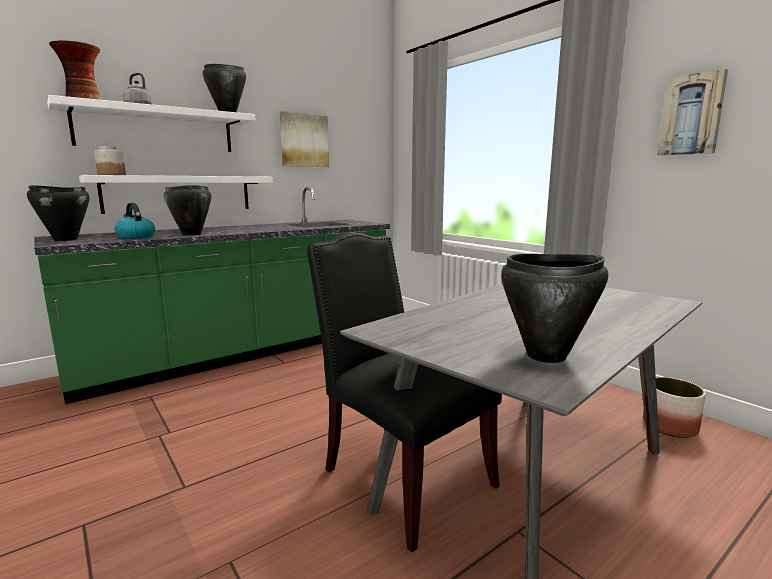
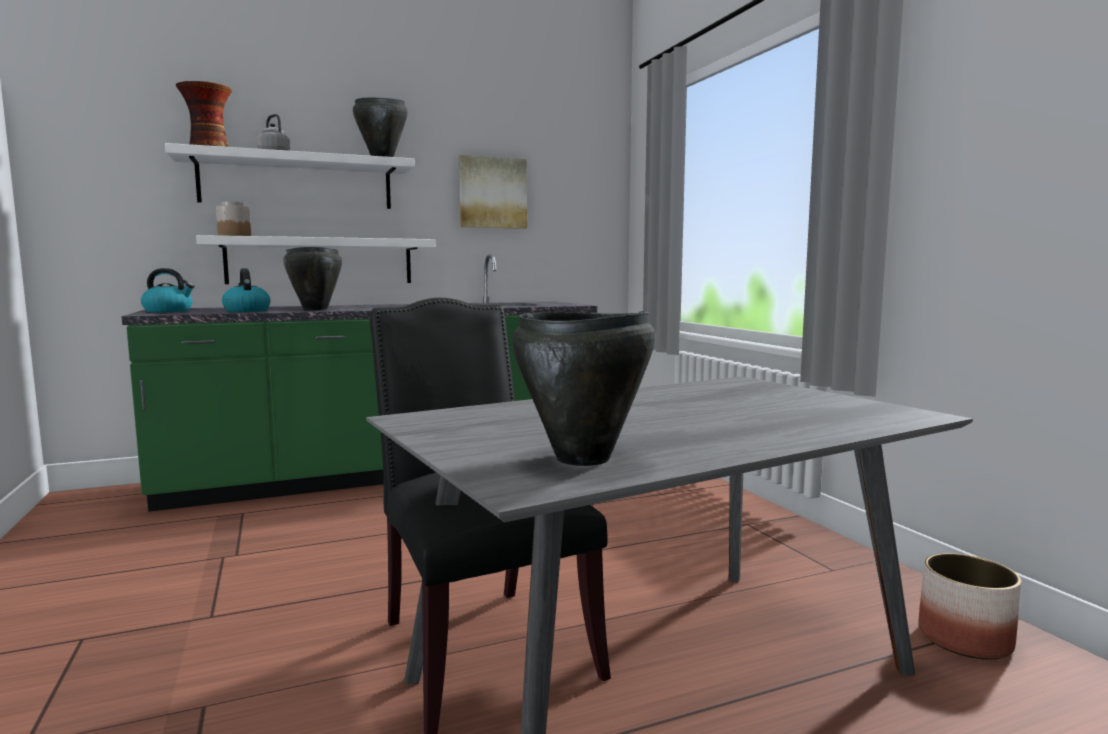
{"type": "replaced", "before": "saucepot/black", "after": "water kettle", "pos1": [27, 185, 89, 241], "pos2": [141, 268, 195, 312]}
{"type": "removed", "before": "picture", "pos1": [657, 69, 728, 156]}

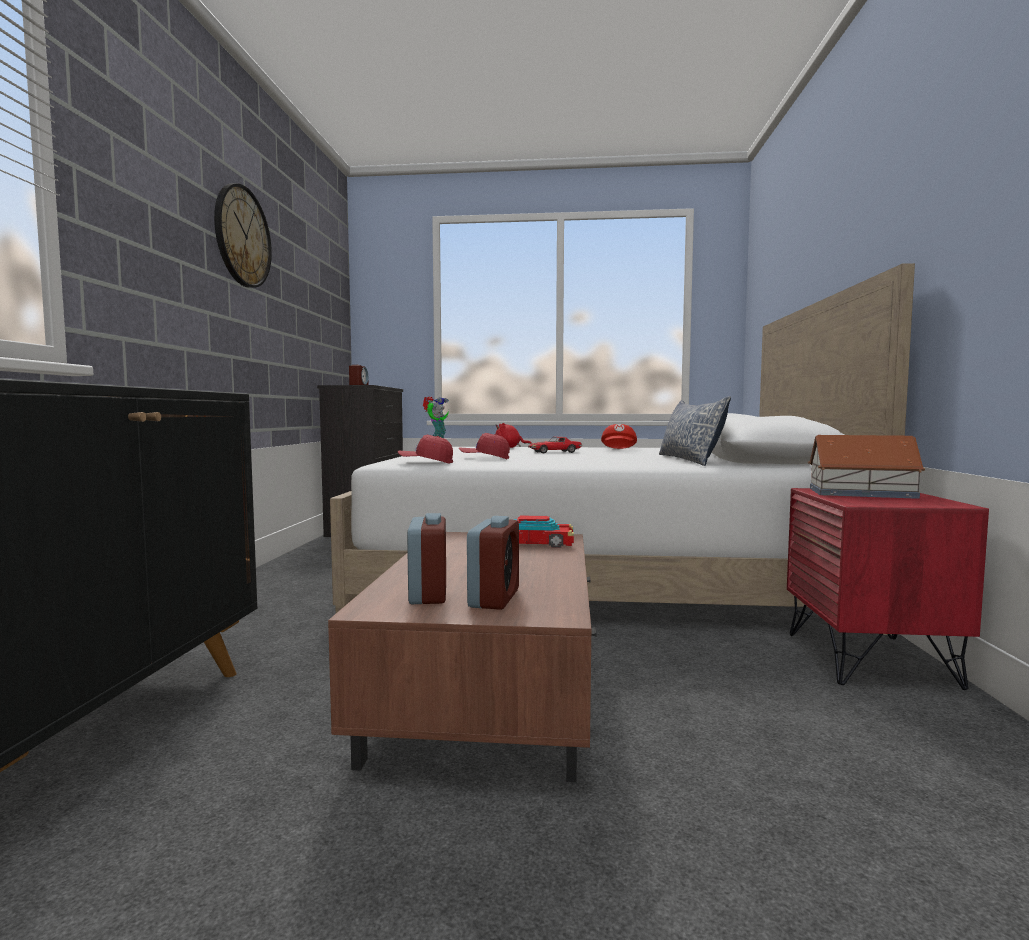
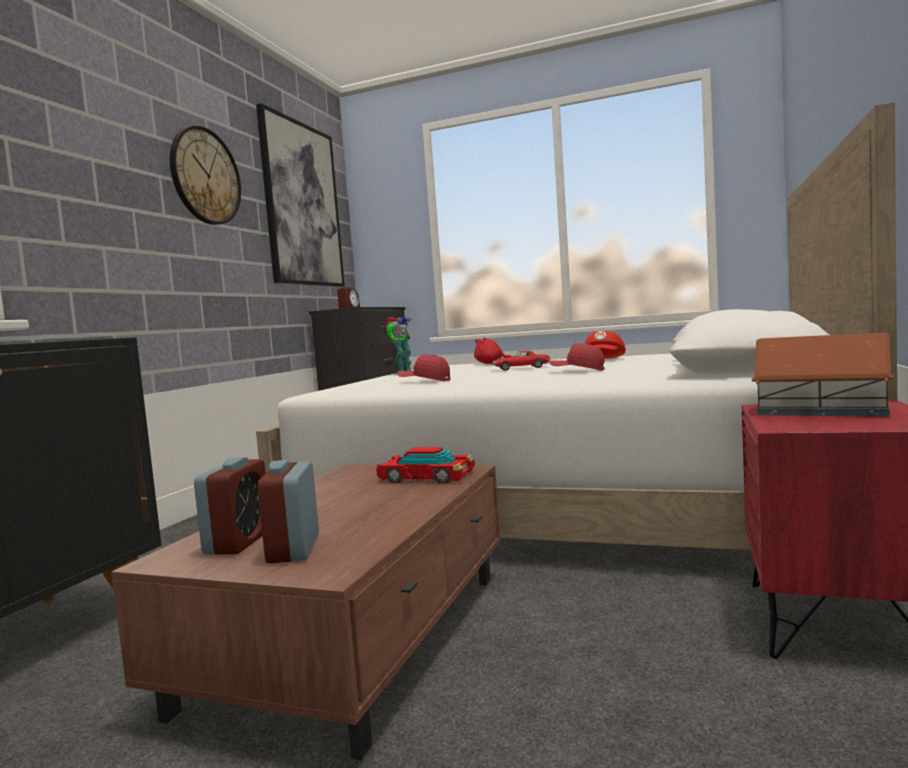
{"type": "moved", "before": "cap/reddish", "pos1": [398, 435, 453, 464], "pos2": [548, 343, 605, 371]}
{"type": "turned", "before": "bedside clock", "pos1": [467, 516, 519, 610], "pos2": [257, 460, 319, 564], "turn": 150}
{"type": "removed", "before": "pillow", "pos1": [659, 396, 731, 466]}
{"type": "added", "after": "picture", "pos2": [256, 103, 345, 287]}

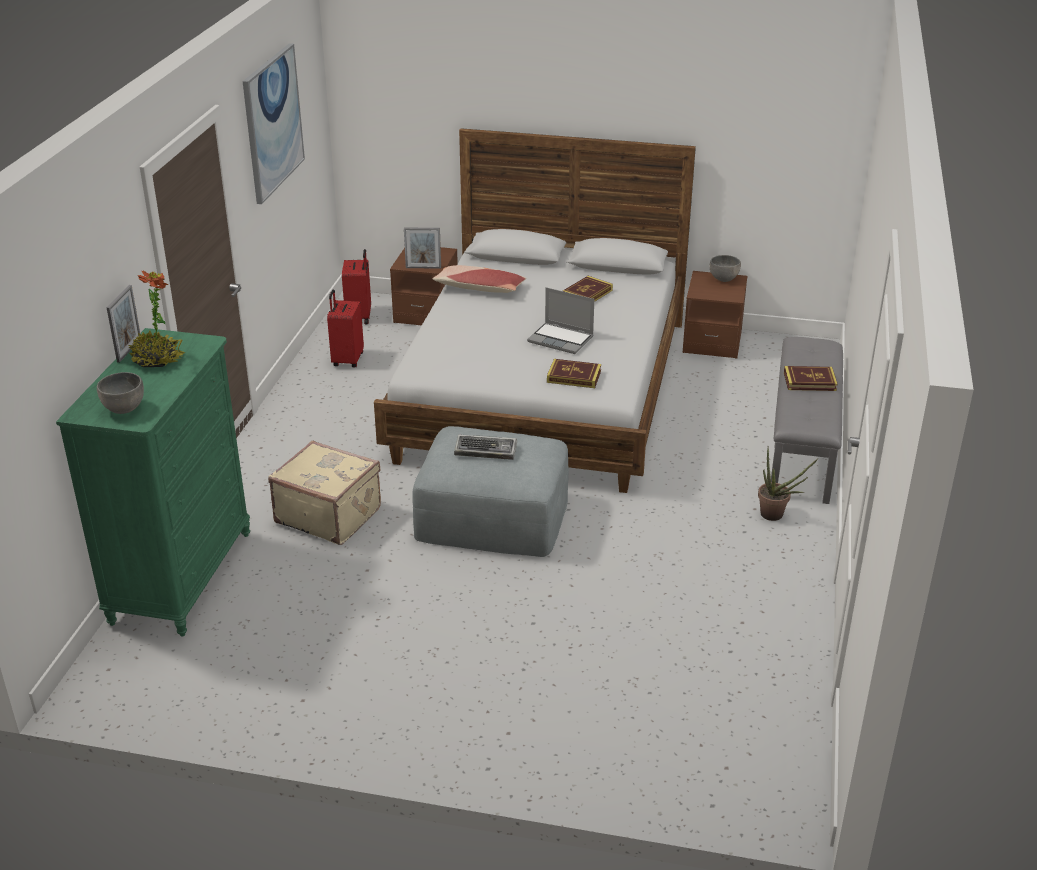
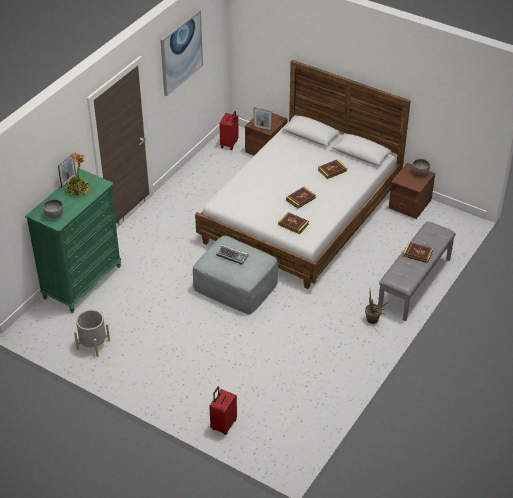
{"type": "removed", "before": "piece of luggage/beige", "pos1": [268, 441, 381, 545]}
{"type": "moved", "before": "piece of luggage/reddish", "pos1": [327, 289, 364, 367], "pos2": [209, 387, 237, 435]}
{"type": "removed", "before": "pillow", "pos1": [433, 265, 526, 293]}
{"type": "replaced", "before": "portable computer", "after": "bound book", "pos1": [527, 287, 594, 354], "pos2": [286, 187, 316, 208]}
{"type": "added", "after": "planter/gray", "pos2": [74, 310, 110, 357]}

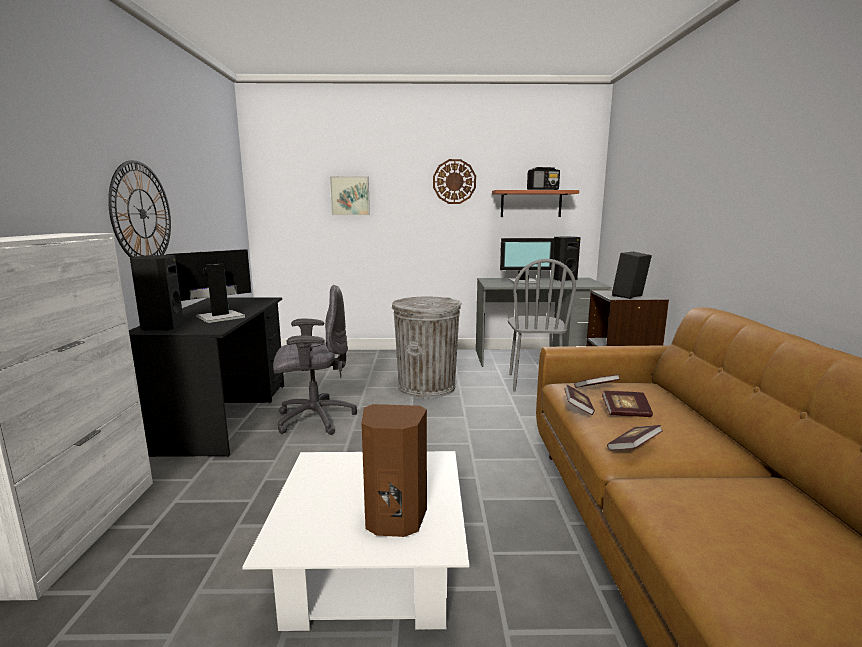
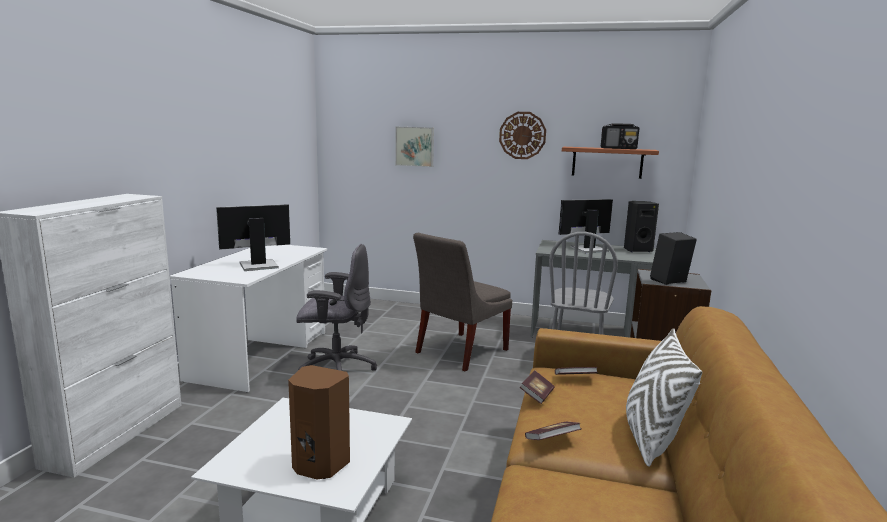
{"type": "removed", "before": "hanging clock", "pos1": [108, 160, 171, 258]}
{"type": "recoloured", "before": "desk unit/black", "after": "desk unit/whitish", "pos1": [129, 297, 284, 457], "pos2": [170, 245, 327, 393]}
{"type": "removed", "before": "audio speaker/black", "pos1": [130, 255, 184, 331]}
{"type": "replaced", "before": "rubbish bin/gray", "after": "plain chair/gray", "pos1": [392, 297, 462, 398], "pos2": [413, 233, 512, 371]}
{"type": "turned", "before": "computer screen", "pos1": [500, 238, 555, 284], "pos2": [559, 199, 613, 253], "turn": 150}
{"type": "removed", "before": "bound book", "pos1": [602, 391, 653, 417]}
{"type": "added", "after": "pillow/whitish", "pos2": [626, 328, 702, 467]}

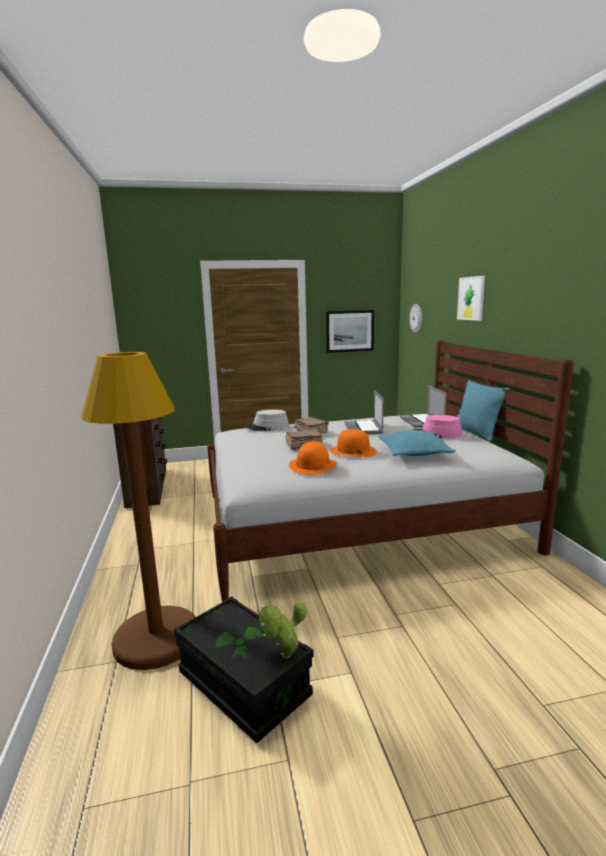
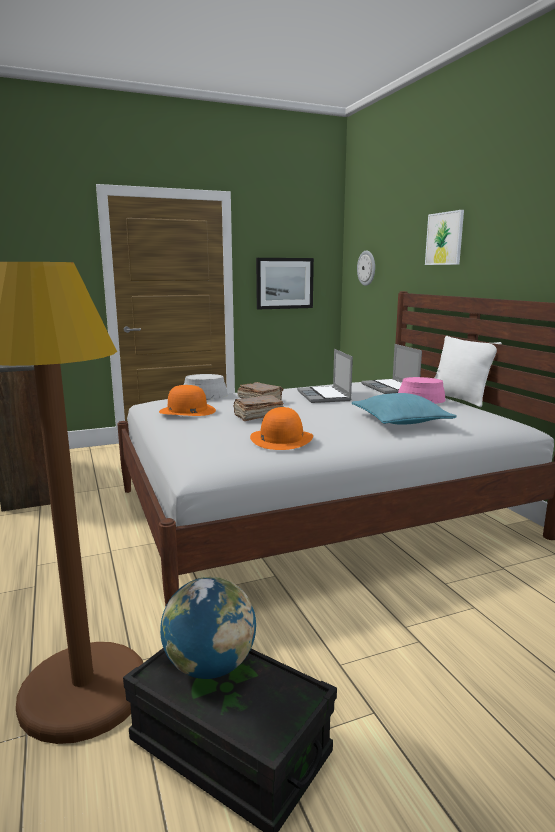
{"type": "removed", "before": "potted plant", "pos1": [259, 602, 307, 659]}
{"type": "moved", "before": "wearable hat/orangey", "pos1": [330, 429, 377, 457], "pos2": [159, 385, 216, 416]}
{"type": "recoloured", "before": "pillow/turquoise", "after": "pillow/whitish", "pos1": [457, 380, 510, 441], "pos2": [435, 336, 502, 407]}
{"type": "added", "after": "world globe", "pos2": [160, 577, 256, 679]}

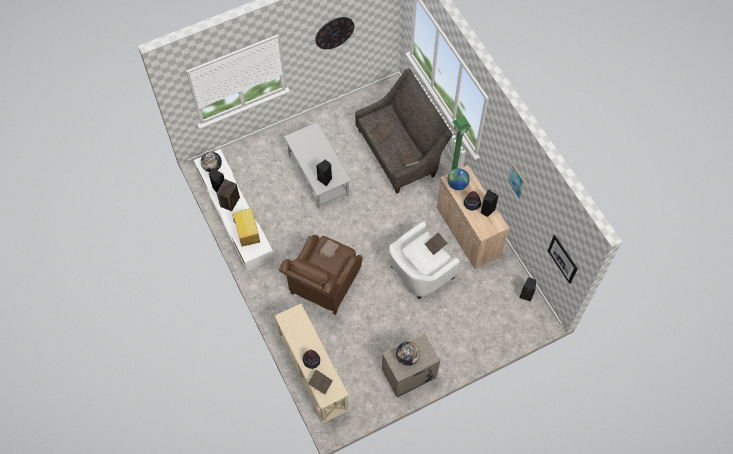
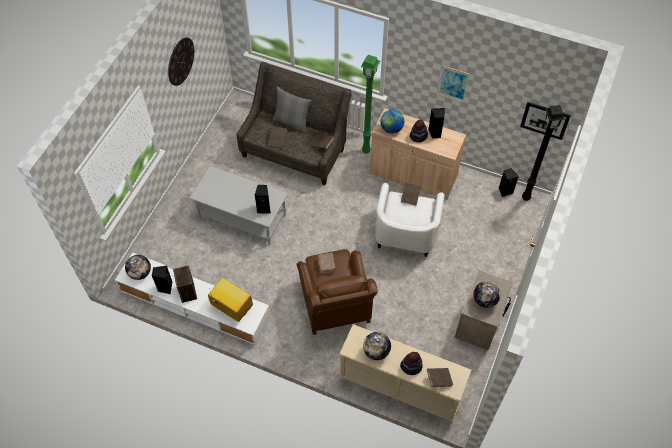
{"type": "added", "after": "pillow/gray", "pos2": [273, 87, 312, 133]}
{"type": "added", "after": "world globe", "pos2": [363, 332, 391, 360]}
{"type": "added", "after": "standing lamp/black", "pos2": [522, 105, 565, 201]}

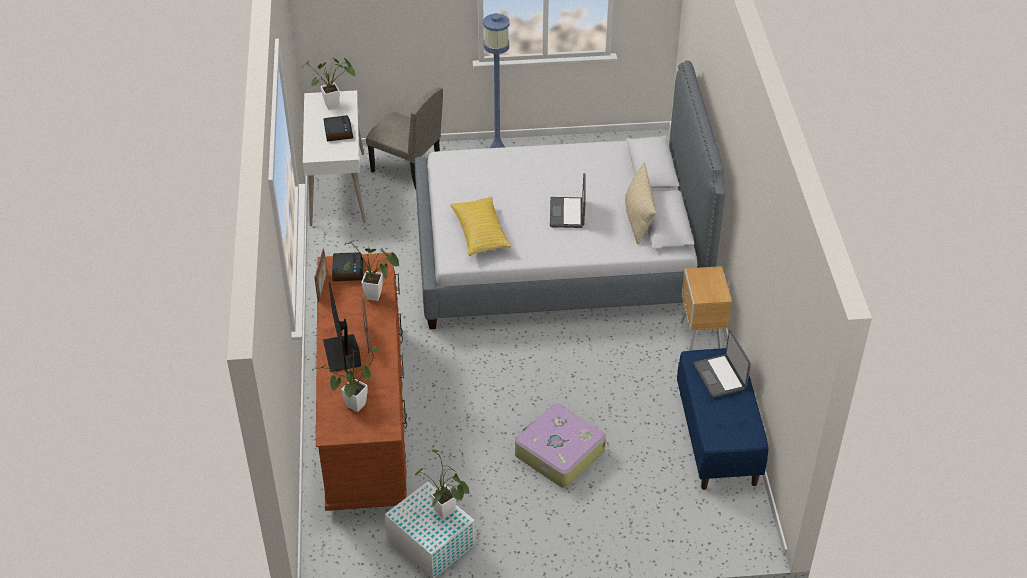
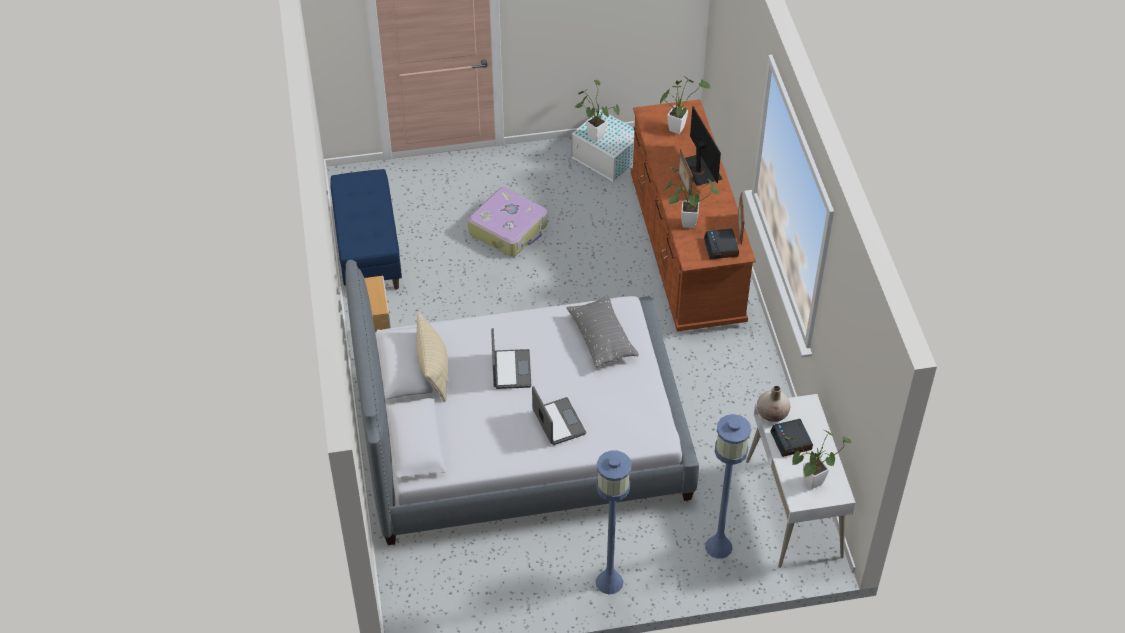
{"type": "replaced", "before": "plain chair/beige", "after": "standing lamp/blue-coloured", "pos1": [366, 87, 443, 190], "pos2": [705, 414, 751, 559]}
{"type": "recoloured", "before": "pillow/yellow-coloured", "after": "pillow/gray", "pos1": [450, 197, 512, 256], "pos2": [566, 295, 639, 367]}
{"type": "moved", "before": "portable computer", "pos1": [693, 330, 751, 398], "pos2": [532, 386, 586, 445]}
{"type": "added", "after": "vase/beige", "pos2": [757, 386, 790, 422]}

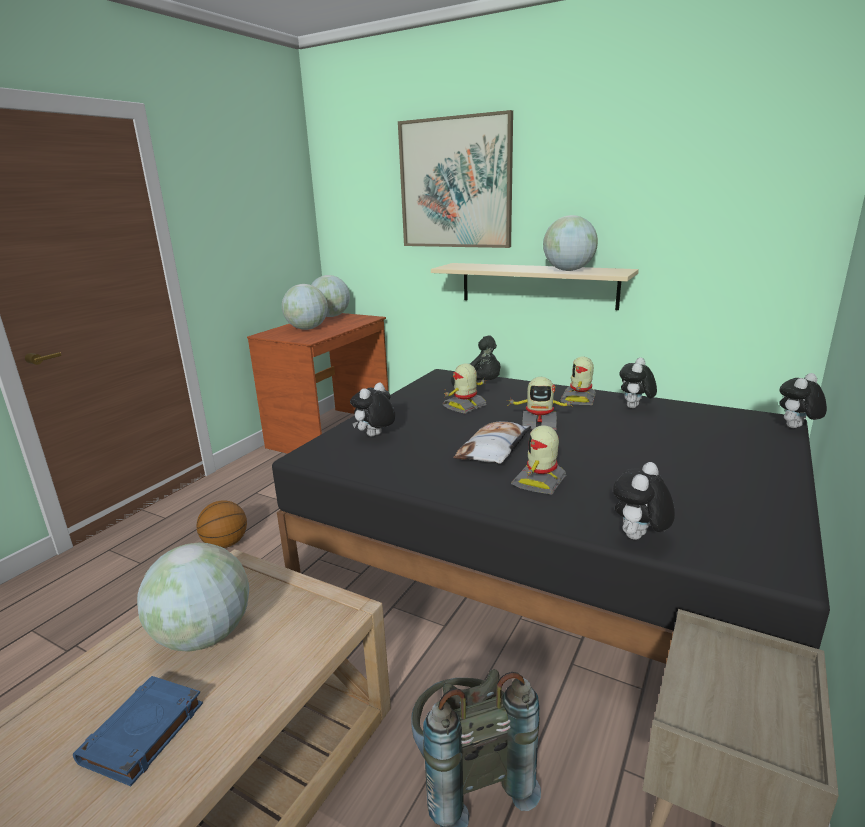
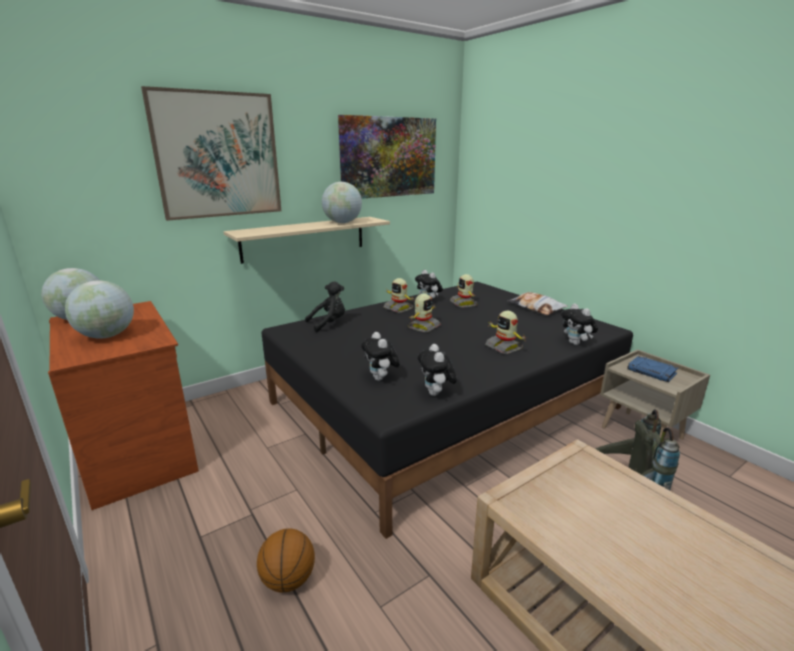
{"type": "moved", "before": "bound book/blue-coloured", "pos1": [73, 676, 203, 786], "pos2": [627, 356, 679, 382]}
{"type": "removed", "before": "world globe", "pos1": [137, 543, 249, 652]}
{"type": "moved", "before": "model robot", "pos1": [443, 363, 487, 414], "pos2": [450, 274, 478, 308]}
{"type": "moved", "before": "pillow", "pos1": [453, 422, 531, 464], "pos2": [508, 292, 568, 315]}
{"type": "moved", "before": "cuddly toy", "pos1": [779, 373, 827, 428], "pos2": [418, 344, 457, 396]}
{"type": "added", "after": "picture", "pos2": [338, 115, 436, 199]}

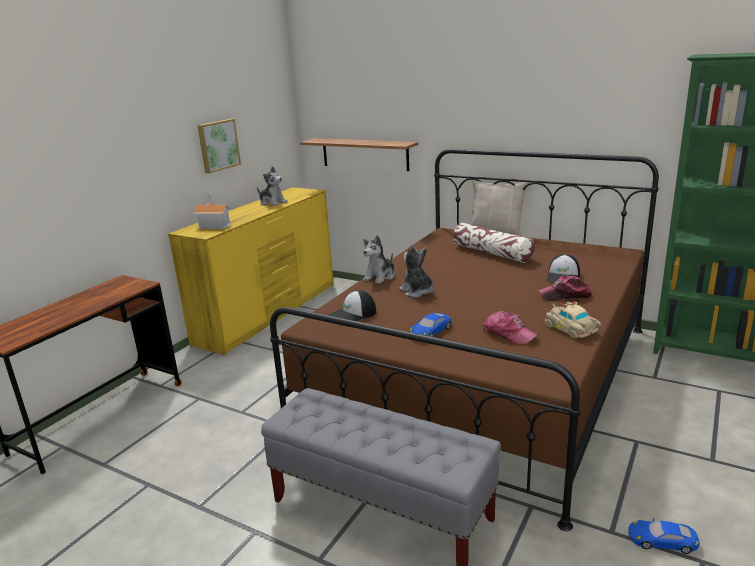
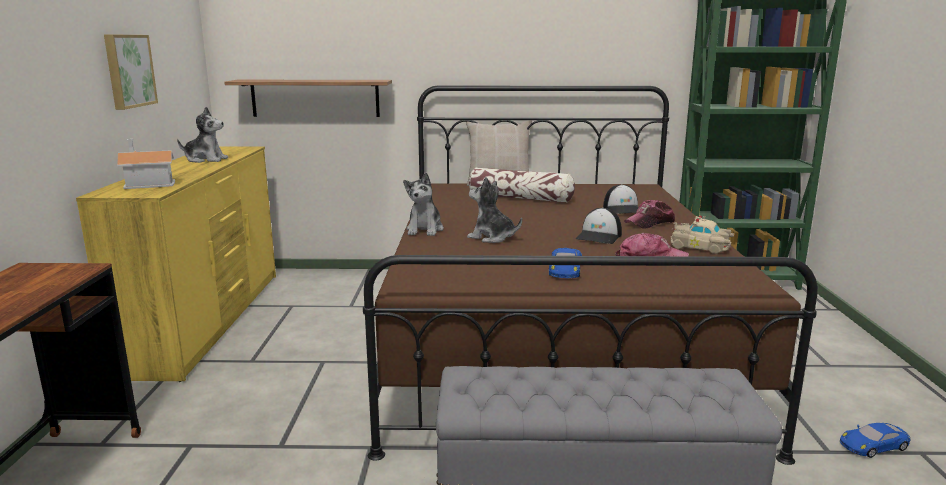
{"type": "moved", "before": "cap", "pos1": [329, 290, 376, 321], "pos2": [575, 208, 622, 244]}

